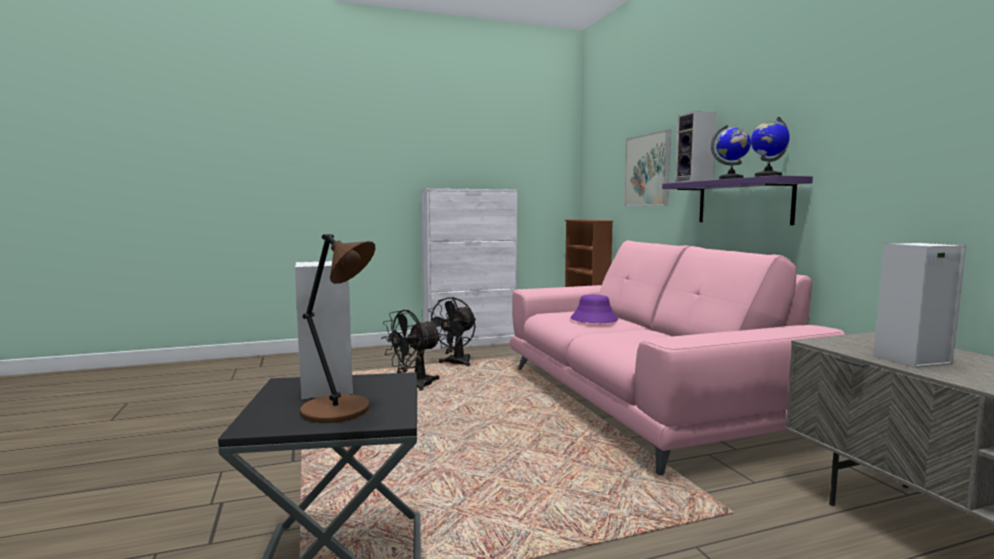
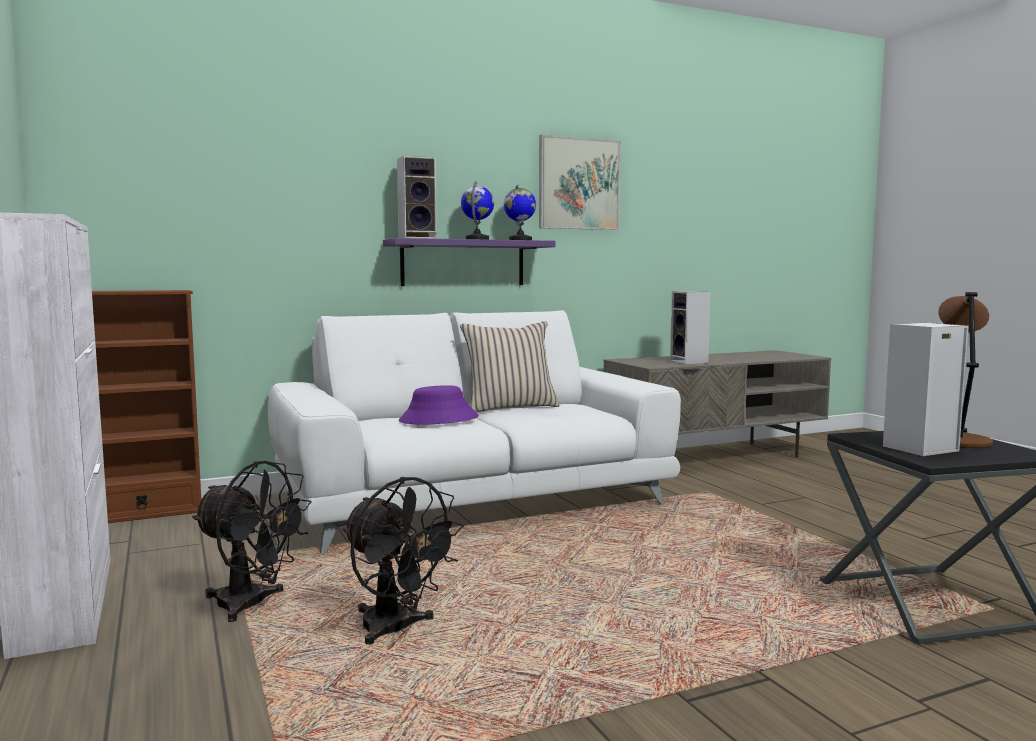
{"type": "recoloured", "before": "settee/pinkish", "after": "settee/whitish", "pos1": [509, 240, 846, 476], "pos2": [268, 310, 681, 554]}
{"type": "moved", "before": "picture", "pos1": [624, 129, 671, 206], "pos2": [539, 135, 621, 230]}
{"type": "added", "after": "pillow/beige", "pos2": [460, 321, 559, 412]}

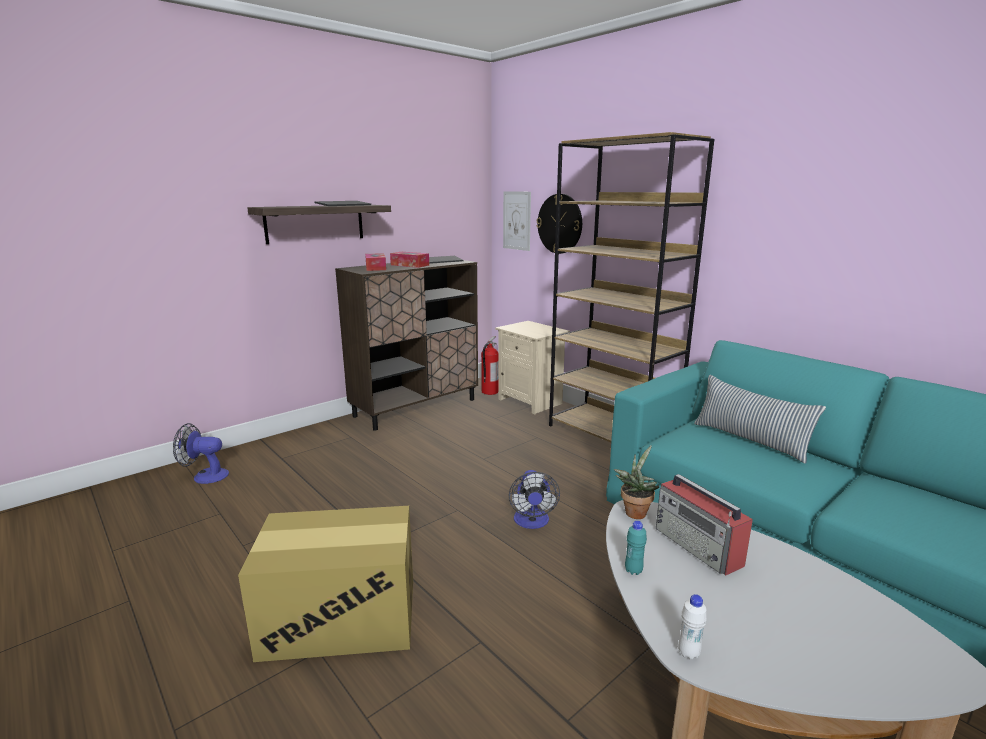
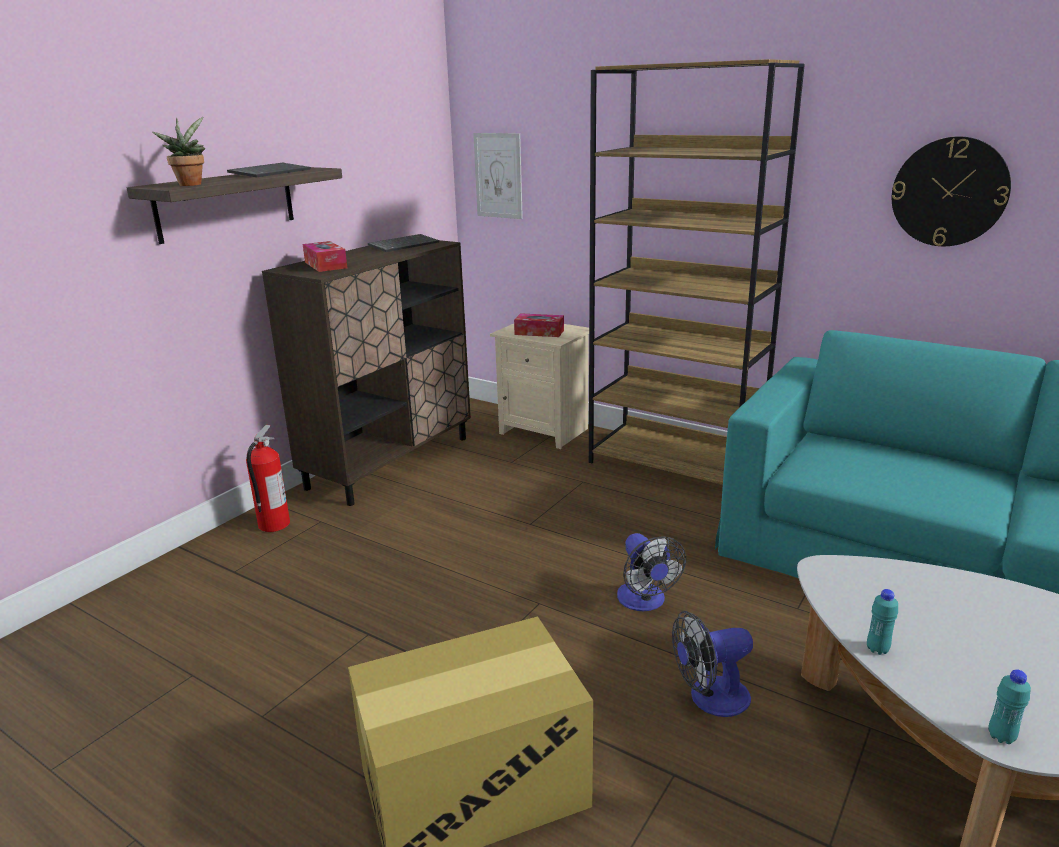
{"type": "moved", "before": "fan", "pos1": [173, 423, 229, 484], "pos2": [672, 611, 753, 717]}
{"type": "moved", "before": "tissue holder", "pos1": [390, 252, 429, 268], "pos2": [514, 313, 564, 337]}
{"type": "moved", "before": "fire-fighting cylinder", "pos1": [481, 336, 499, 395], "pos2": [246, 425, 290, 532]}
{"type": "moved", "before": "hanging clock", "pos1": [537, 194, 582, 254], "pos2": [892, 136, 1011, 246]}
{"type": "moved", "before": "potted plant", "pos1": [614, 445, 659, 519], "pos2": [152, 117, 205, 186]}
{"type": "removed", "before": "radio receiver", "pos1": [656, 474, 753, 575]}
{"type": "recoloured", "before": "bottle/whitish", "after": "bottle/turquoise", "pos1": [678, 594, 707, 660], "pos2": [988, 669, 1031, 744]}
{"type": "removed", "before": "pillow", "pos1": [694, 375, 826, 464]}

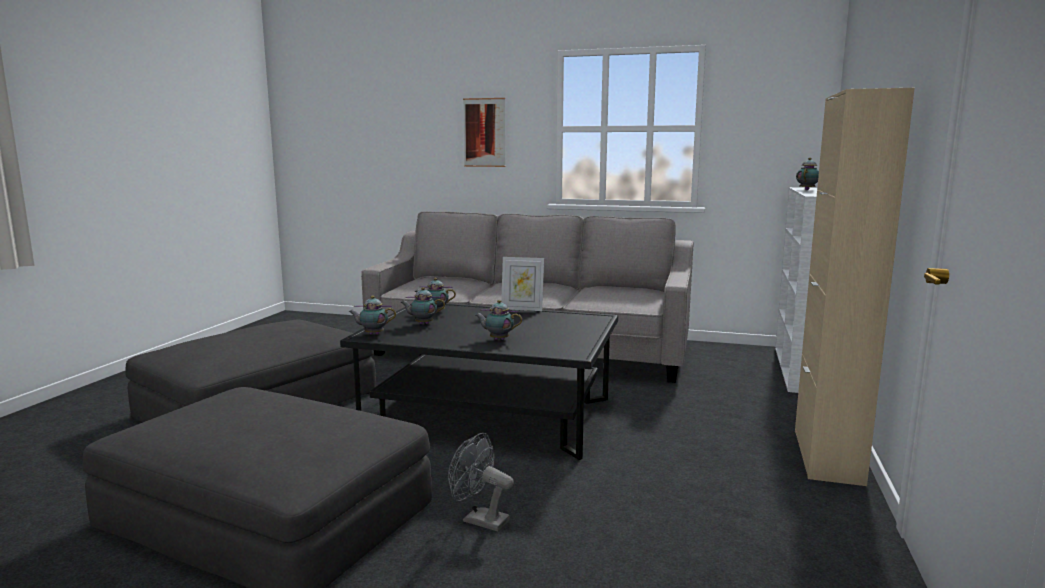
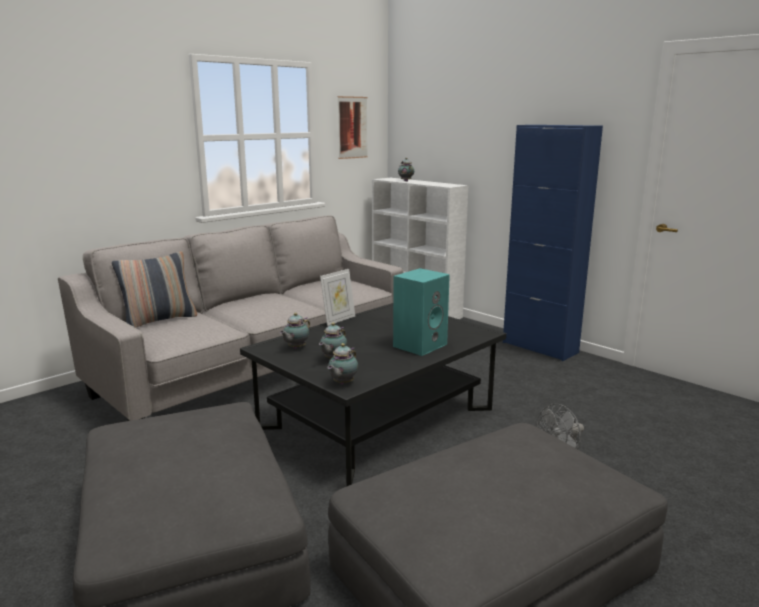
{"type": "moved", "before": "picture", "pos1": [463, 98, 506, 167], "pos2": [337, 96, 368, 159]}
{"type": "replaced", "before": "teapot", "after": "audio speaker/turquoise", "pos1": [476, 300, 522, 340], "pos2": [393, 268, 450, 356]}
{"type": "recoloured", "before": "cabinet/beige", "after": "cabinet/blue-coloured", "pos1": [795, 88, 915, 486], "pos2": [503, 125, 603, 361]}
{"type": "added", "after": "pillow", "pos2": [112, 251, 197, 328]}

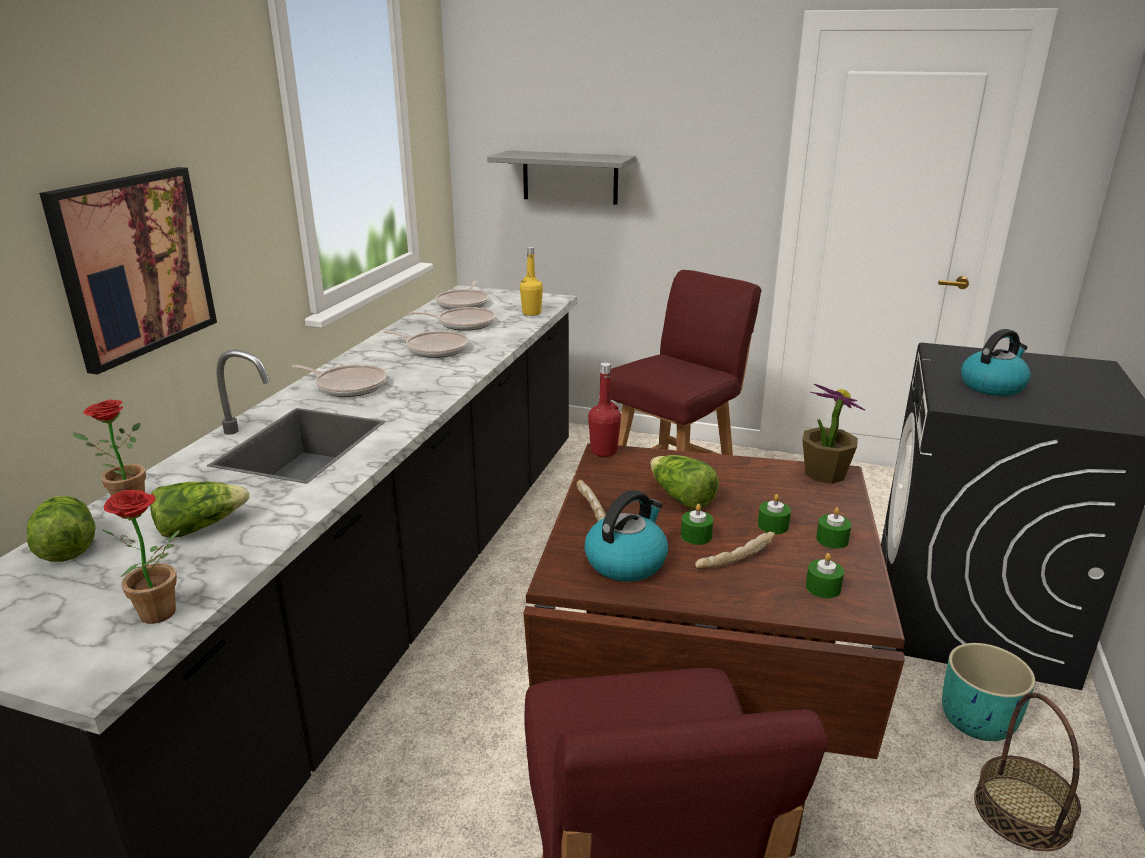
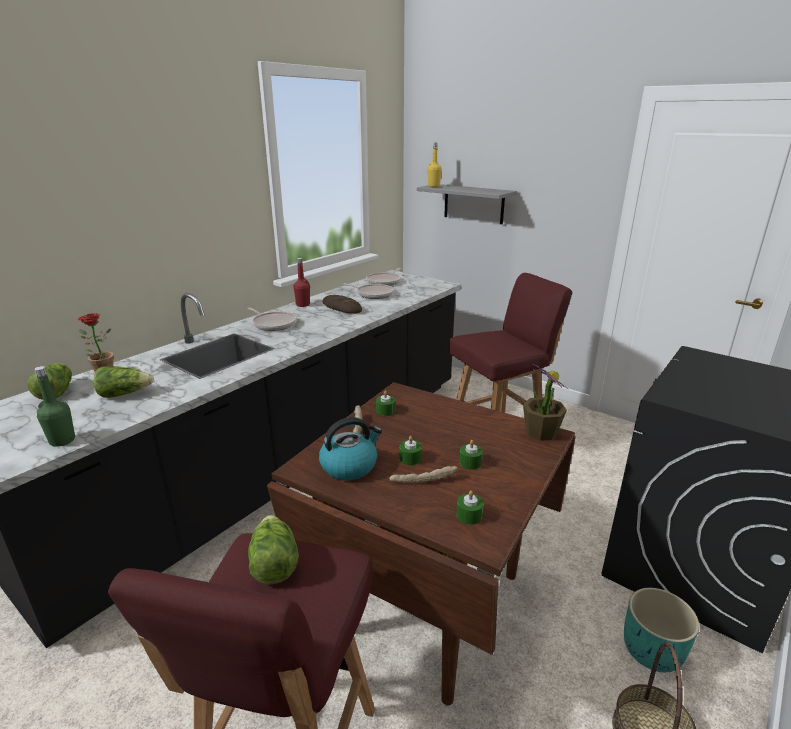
{"type": "removed", "before": "picture", "pos1": [39, 167, 217, 375]}
{"type": "replaced", "before": "potted plant", "after": "bottle/green-coloured", "pos1": [101, 490, 180, 624], "pos2": [34, 366, 75, 447]}
{"type": "replaced", "before": "pan", "after": "bread", "pos1": [383, 330, 469, 358], "pos2": [322, 295, 362, 314]}
{"type": "moved", "before": "bottle/yellow-coloured", "pos1": [520, 247, 543, 316], "pos2": [428, 143, 442, 187]}
{"type": "moved", "before": "bottle/reddish", "pos1": [588, 362, 621, 457], "pos2": [293, 258, 310, 307]}
{"type": "moved", "before": "lettuce", "pos1": [650, 455, 719, 509], "pos2": [248, 515, 299, 584]}
{"type": "moved", "before": "wax candle/green-coloured", "pos1": [816, 507, 851, 549], "pos2": [376, 391, 395, 416]}
{"type": "removed", "before": "water kettle", "pos1": [961, 329, 1031, 396]}

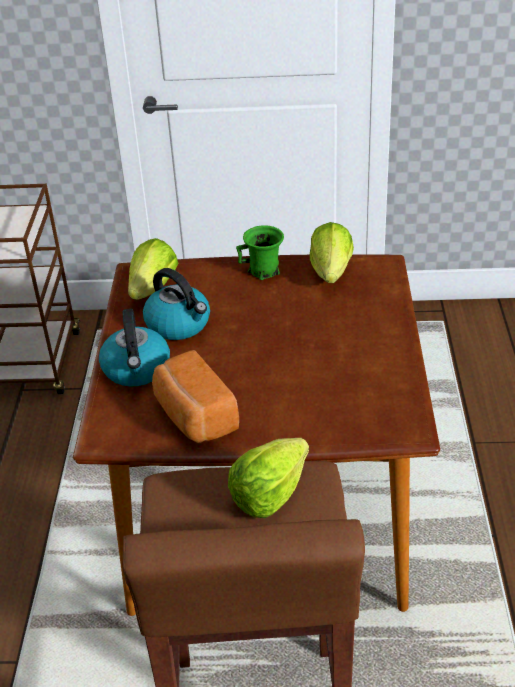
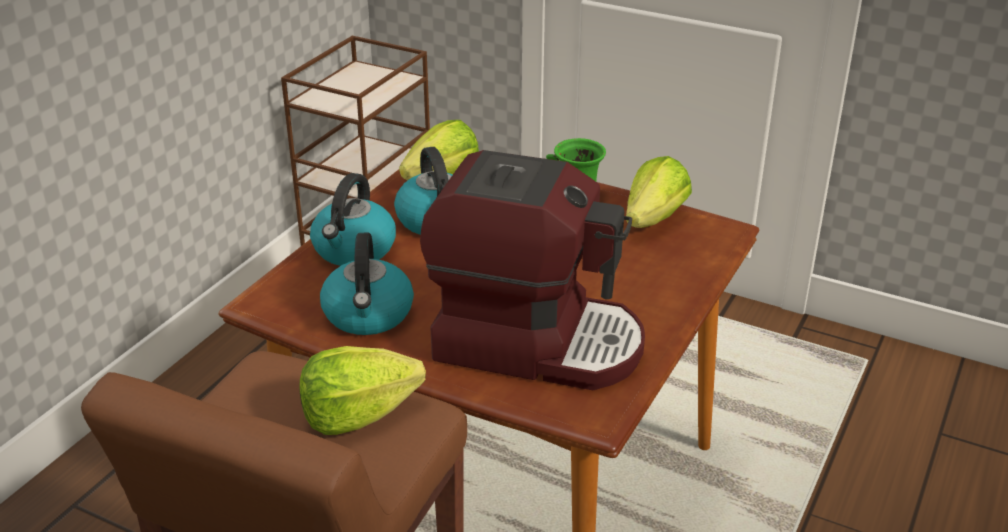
{"type": "replaced", "before": "bread", "after": "water kettle", "pos1": [152, 350, 239, 443], "pos2": [320, 233, 414, 335]}
{"type": "added", "after": "coffee machine", "pos2": [420, 150, 645, 390]}

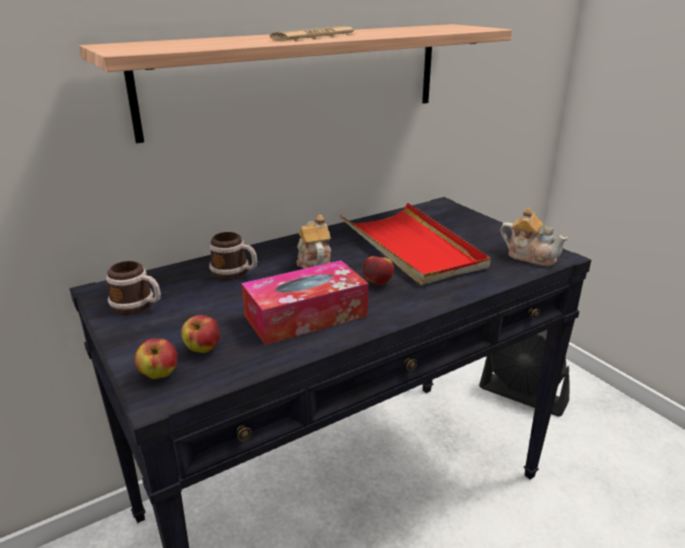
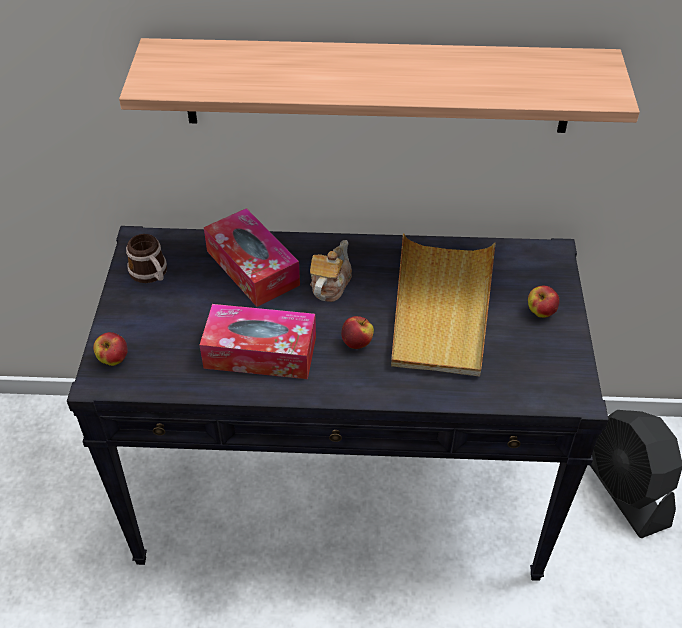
{"type": "moved", "before": "apple fruit", "pos1": [181, 315, 220, 353], "pos2": [528, 286, 560, 318]}
{"type": "replaced", "before": "mug", "after": "tissue holder", "pos1": [209, 232, 257, 280], "pos2": [204, 208, 300, 307]}
{"type": "removed", "before": "daily paper", "pos1": [270, 26, 357, 41]}
{"type": "recoloured", "before": "carrying tray/reddish", "after": "carrying tray/beige", "pos1": [340, 203, 491, 285], "pos2": [391, 233, 496, 377]}
{"type": "removed", "before": "teapot", "pos1": [500, 207, 568, 266]}

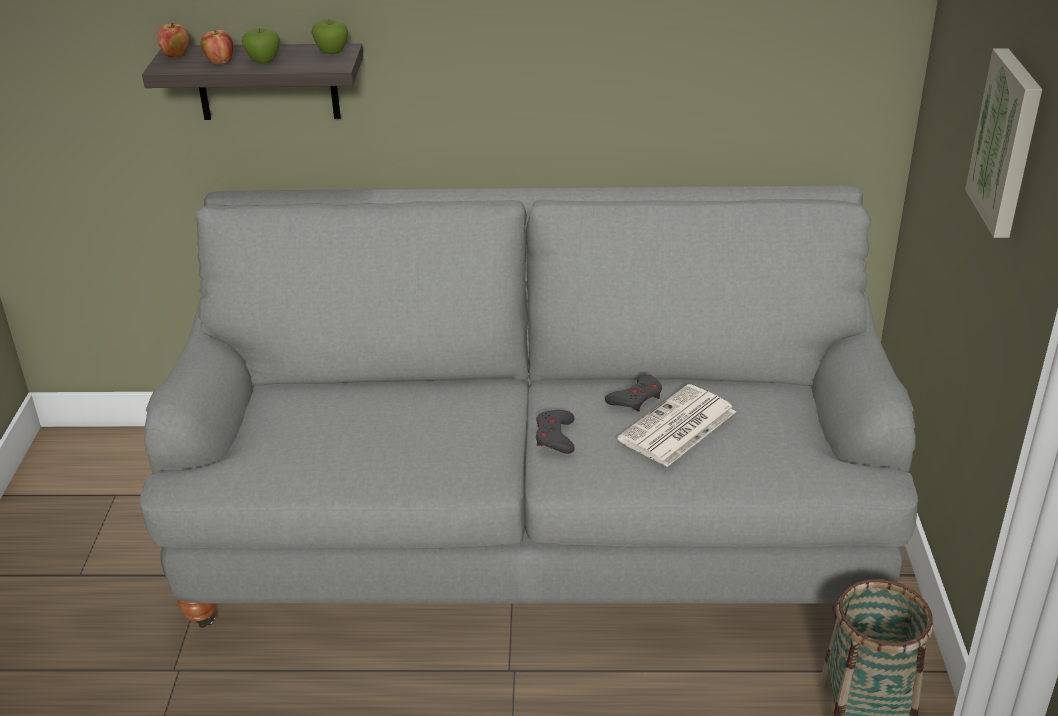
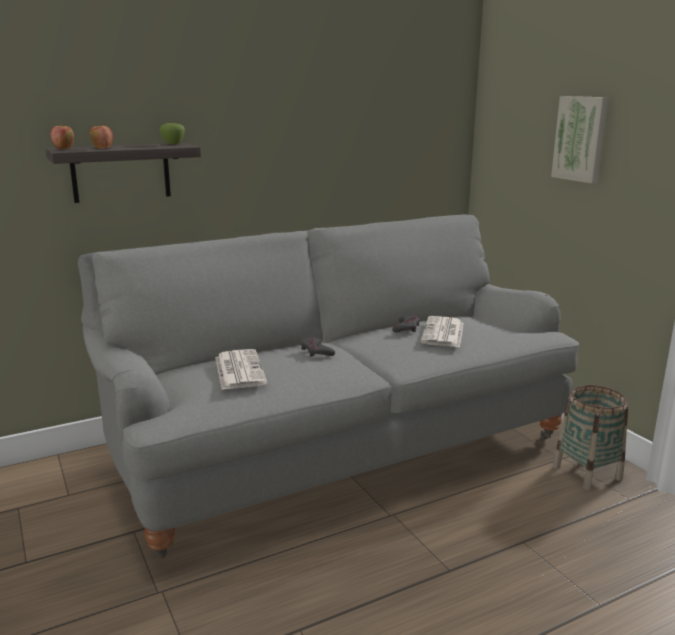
{"type": "removed", "before": "apple fruit", "pos1": [242, 28, 280, 64]}
{"type": "moved", "before": "gamepad/gray", "pos1": [536, 410, 575, 454], "pos2": [301, 338, 335, 357]}
{"type": "added", "after": "daily paper", "pos2": [215, 349, 267, 390]}

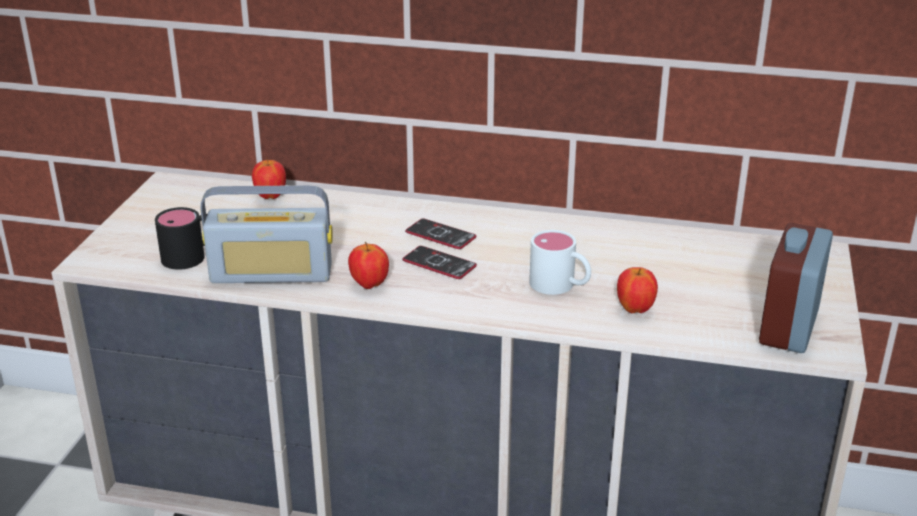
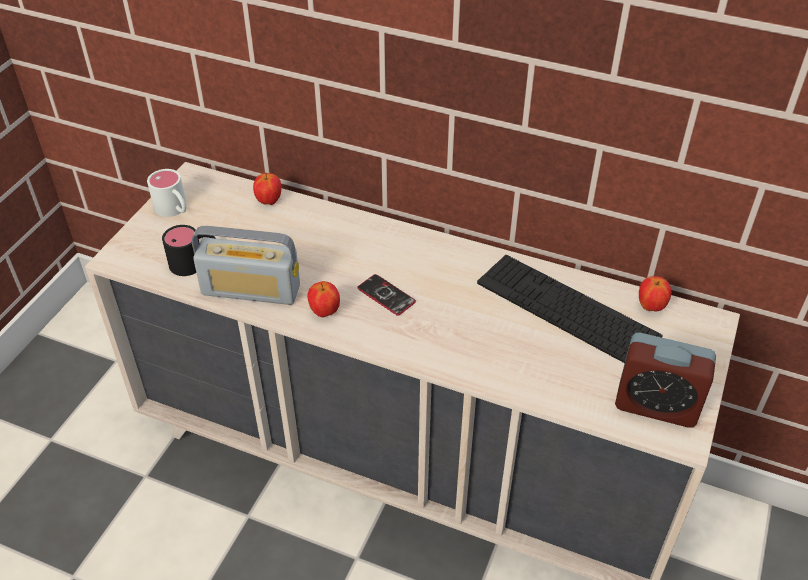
{"type": "removed", "before": "telephone", "pos1": [405, 219, 476, 249]}
{"type": "moved", "before": "mug/whitish", "pos1": [529, 230, 591, 295], "pos2": [147, 169, 187, 217]}
{"type": "moved", "before": "apple fruit", "pos1": [617, 267, 658, 313], "pos2": [639, 276, 671, 312]}
{"type": "turned", "before": "bedside clock", "pos1": [759, 223, 833, 353], "pos2": [615, 333, 716, 428], "turn": -105}
{"type": "added", "after": "keyboard", "pos2": [477, 255, 663, 363]}

